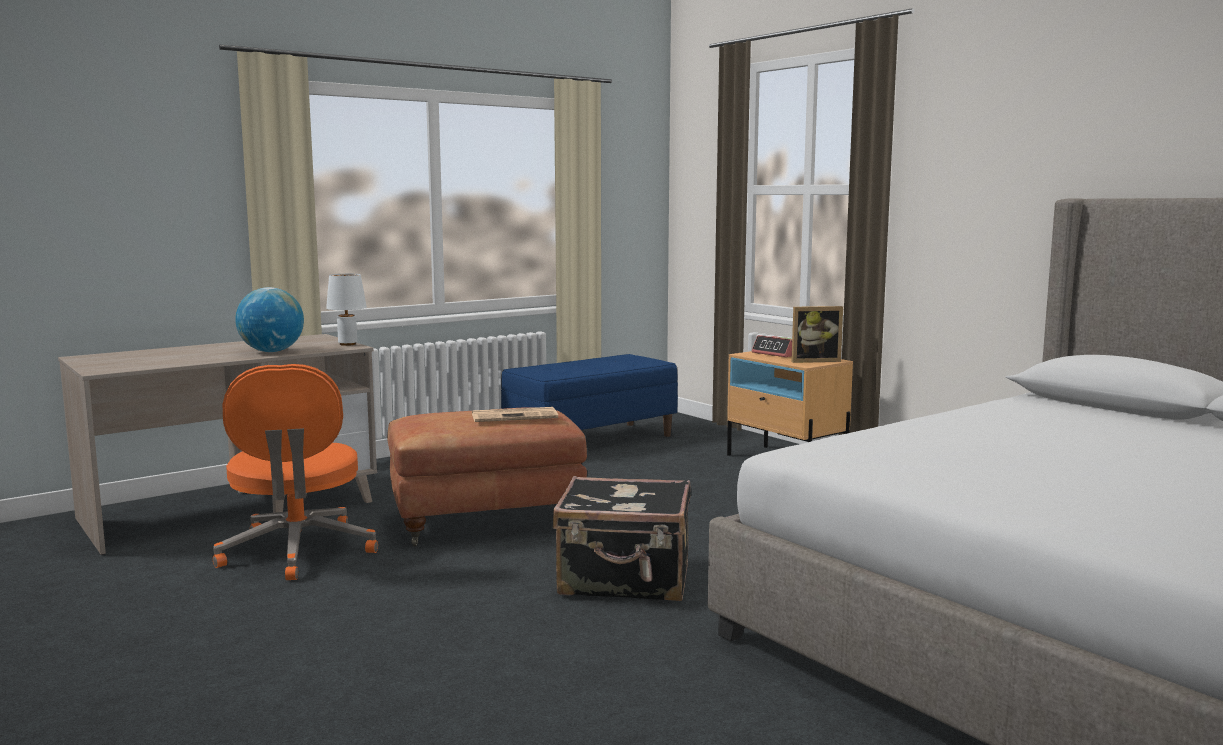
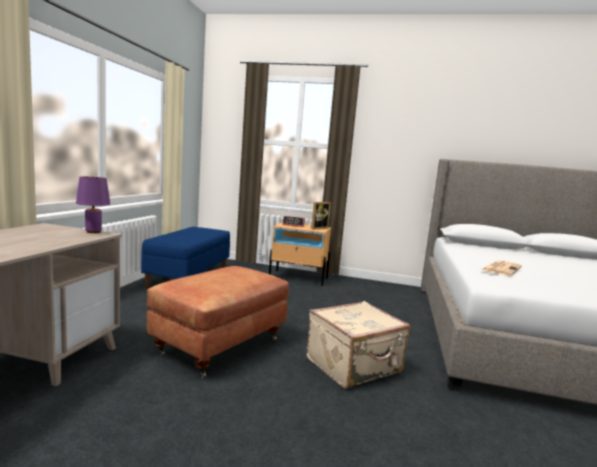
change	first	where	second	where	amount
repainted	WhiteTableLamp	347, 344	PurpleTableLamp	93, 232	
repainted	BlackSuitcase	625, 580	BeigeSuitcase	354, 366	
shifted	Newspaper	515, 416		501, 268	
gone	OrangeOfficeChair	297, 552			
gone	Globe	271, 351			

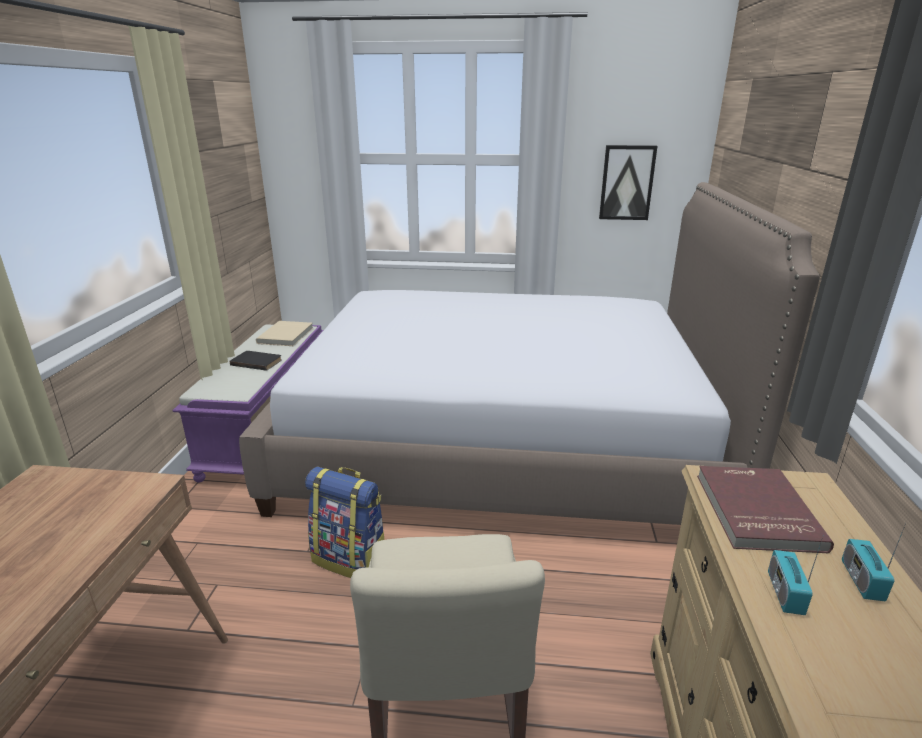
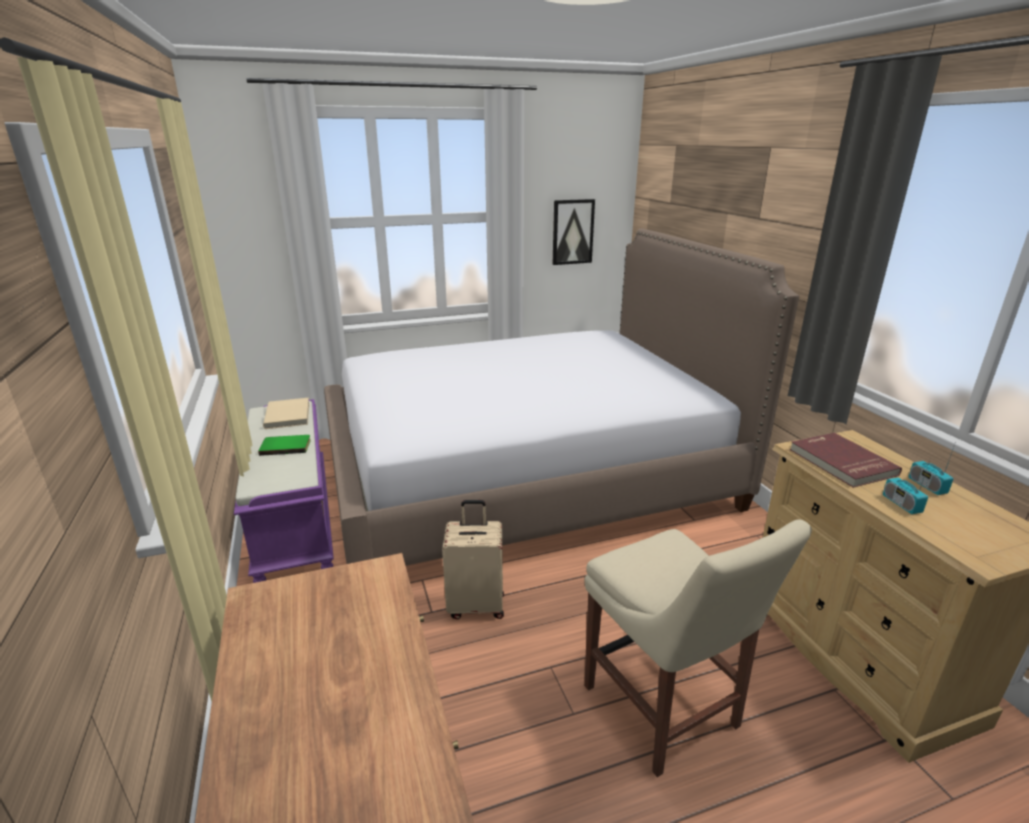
change	first	where	second	where	amount
repainted	BlackBook	257, 362	GreenBook	286, 446	
swapped	Backpack	351, 559	BeigeSuitcase	476, 605	

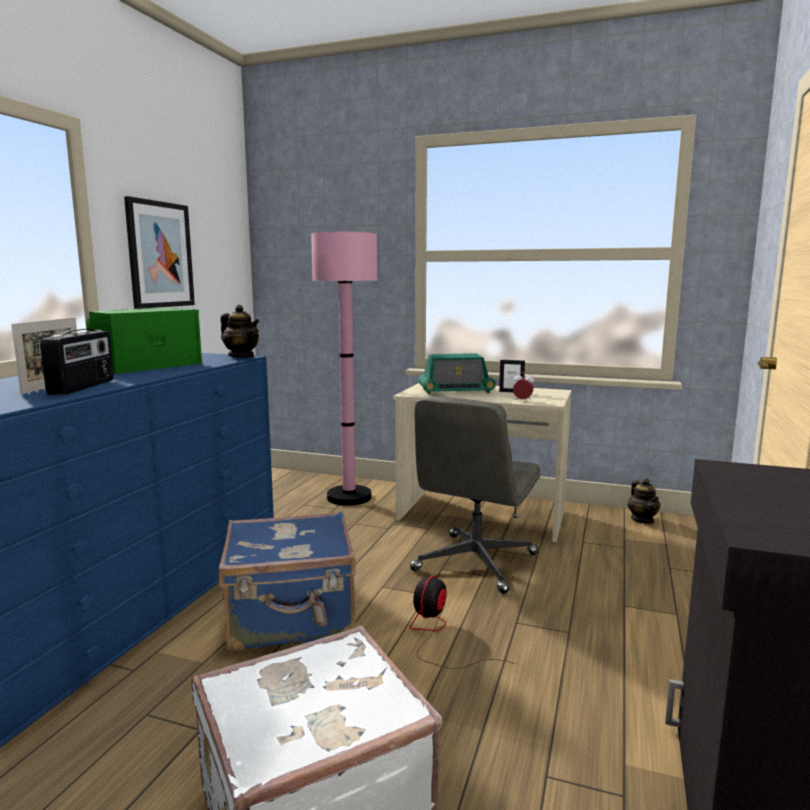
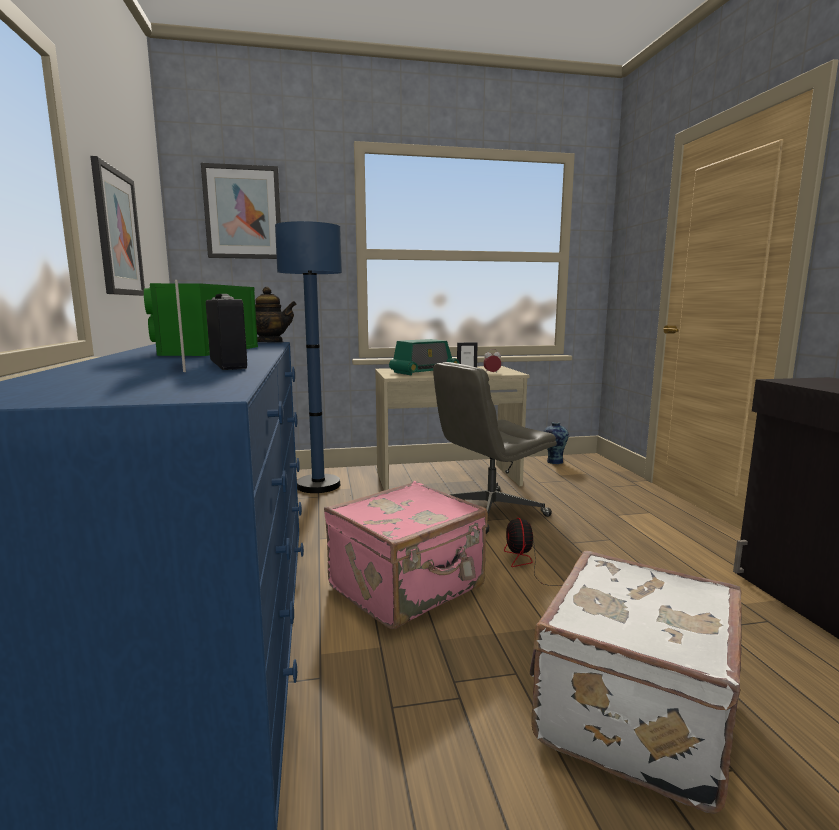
change	first	where	second	where	amount
new			Picture	243, 212	
repainted	PinkFloorLamp	349, 497	BlueFloorLamp	318, 485	
repainted	BlueSuitcase	292, 618	PinkSuitcase	408, 588	
rotated	GreyOfficeChair	475, 563		489, 511	60 degrees clockwise
swapped	Teapot	642, 520	Vase	554, 461	

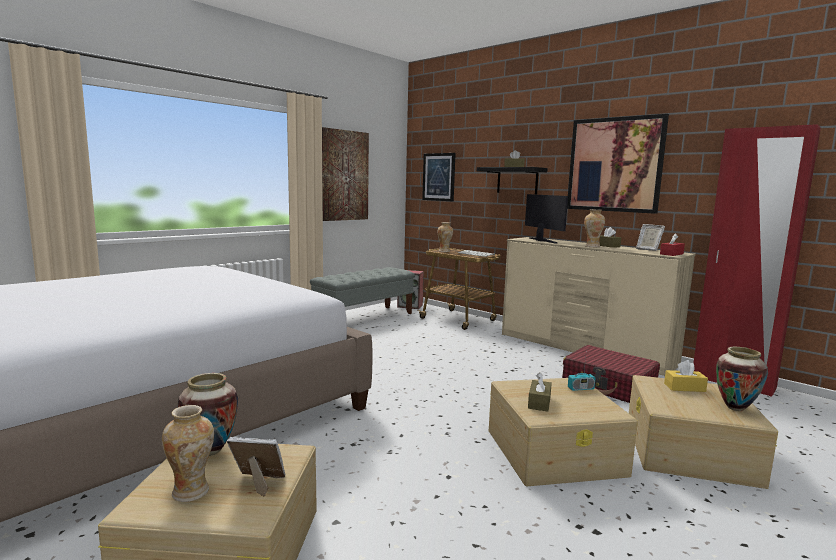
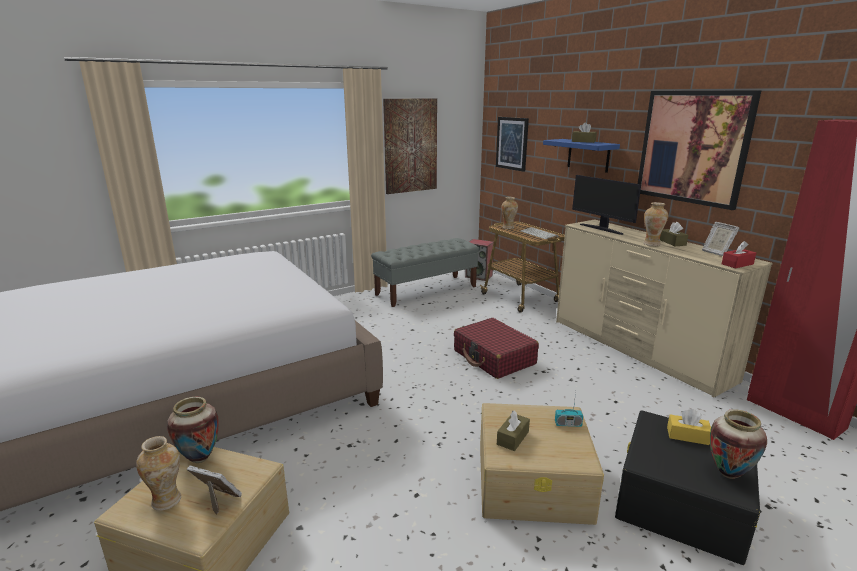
change	first	where	second	where	amount
shifted	RedSuitcase	609, 386		494, 357	
repainted	BlackShelf	517, 180	BlueShelf	588, 155	
rotated	Monitor	541, 240		601, 229	150 degrees clockwise
repainted	BeigeStorageBox	689, 451	BlackStorageBox	680, 502	

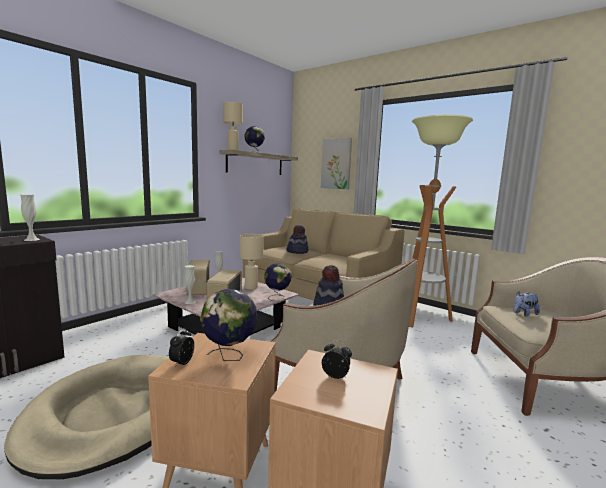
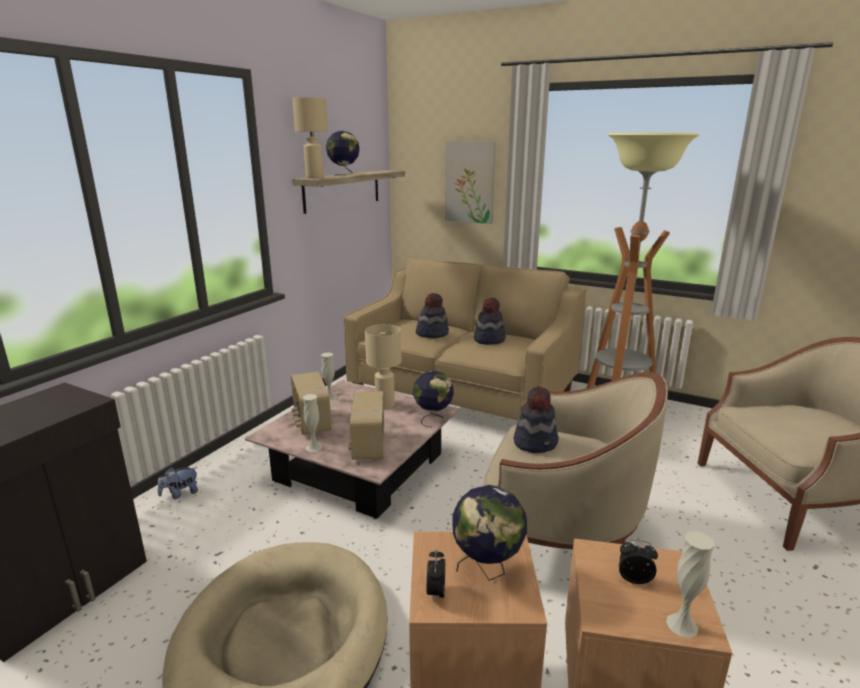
change	first	where	second	where	amount
shifted	PlushToy	524, 314		180, 494	
new			Hat	489, 339	
shifted	WhiteVase	32, 239		682, 625	

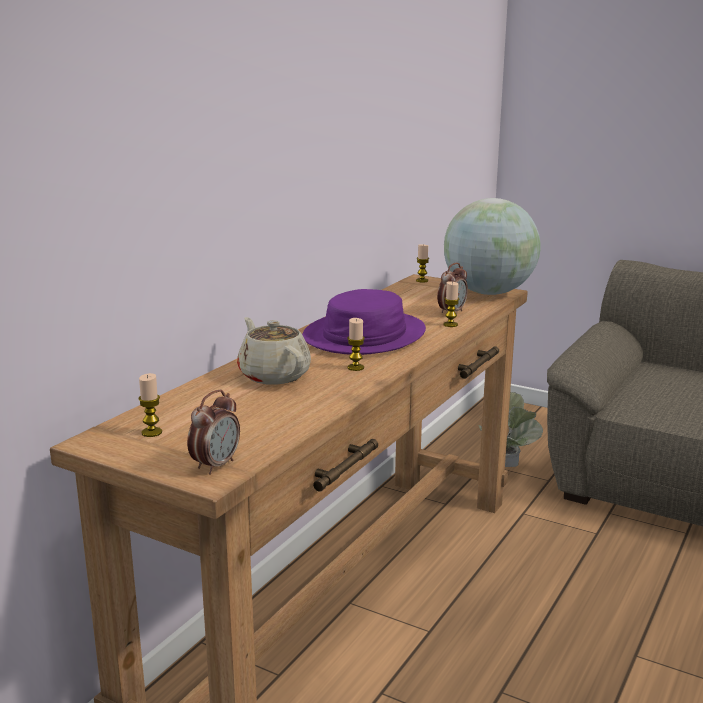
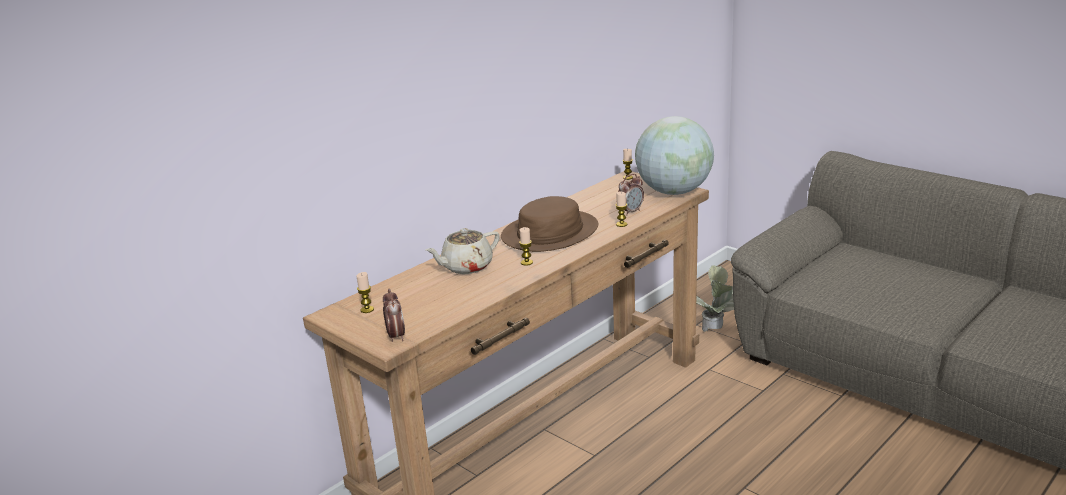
change	first	where	second	where	amount
rotated	AlarmClock	216, 465		396, 336	60 degrees counterclockwise
rotated	BeigeTeapot	273, 375		466, 267	105 degrees counterclockwise
repainted	PurpleHat	365, 335	BrownHat	550, 233	

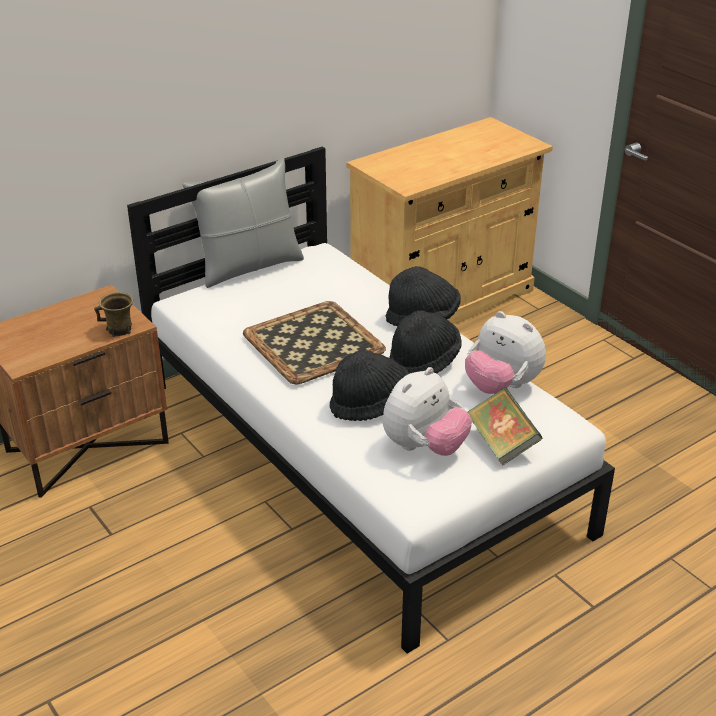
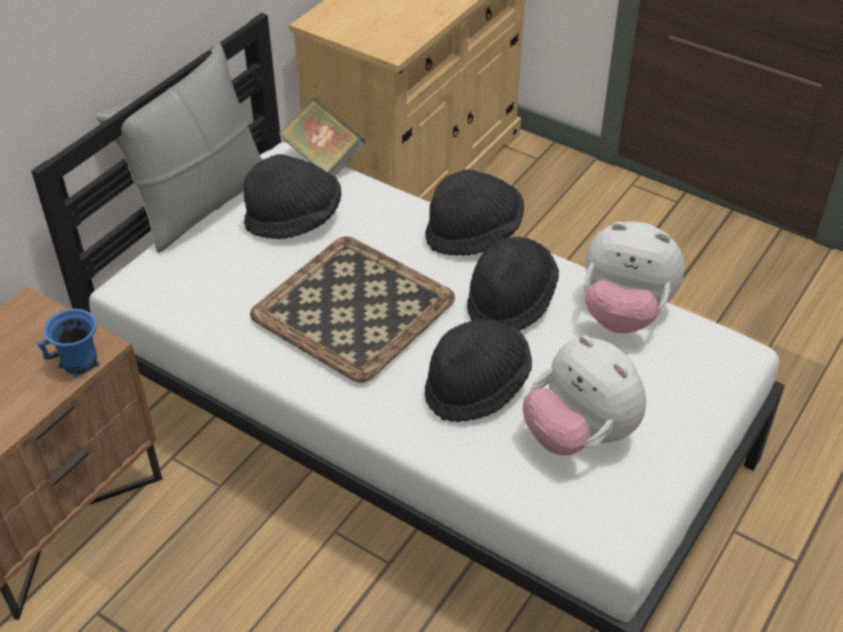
change	first	where	second	where	amount
repainted	BrownMug	119, 330	BlueMug	80, 362	
new			BlackHat	294, 219	
shifted	Book	501, 443		323, 158	
rotated	PlushToy	424, 447		579, 435	120 degrees clockwise

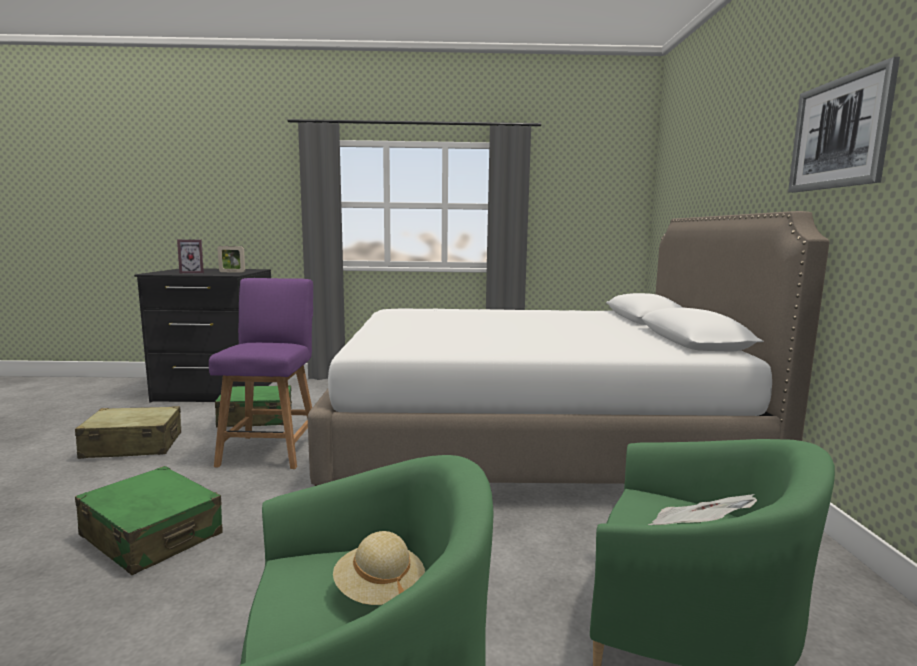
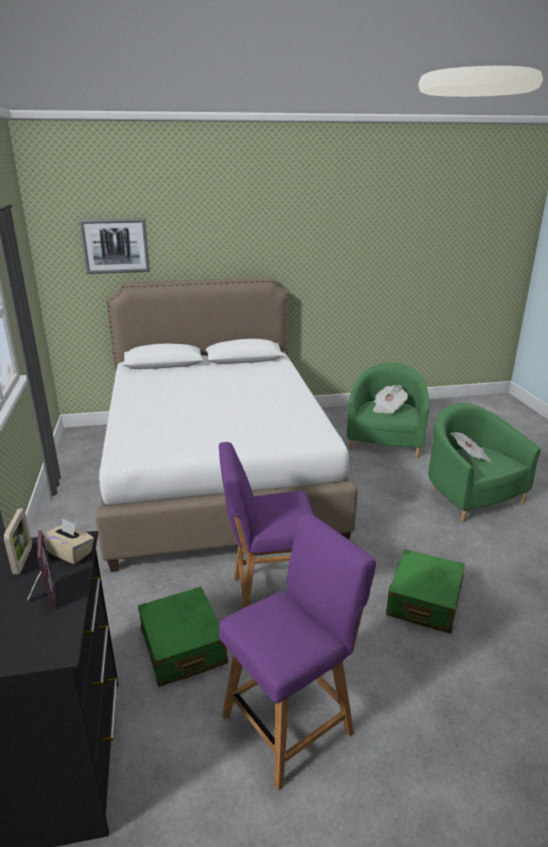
change	first	where	second	where	amount
new			BeigeTissueBox	70, 553	
shifted	Picture	839, 133		115, 246	
swapped	BeigeSuitcase	133, 446	PurpleChair	292, 720	
swapped	BeigeHat	379, 592	Newspaper	469, 456	

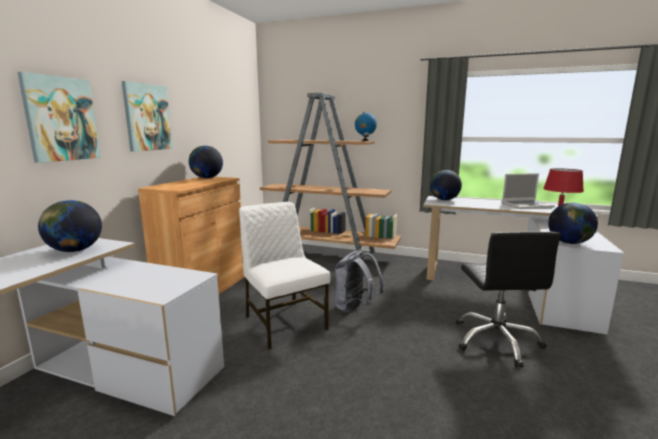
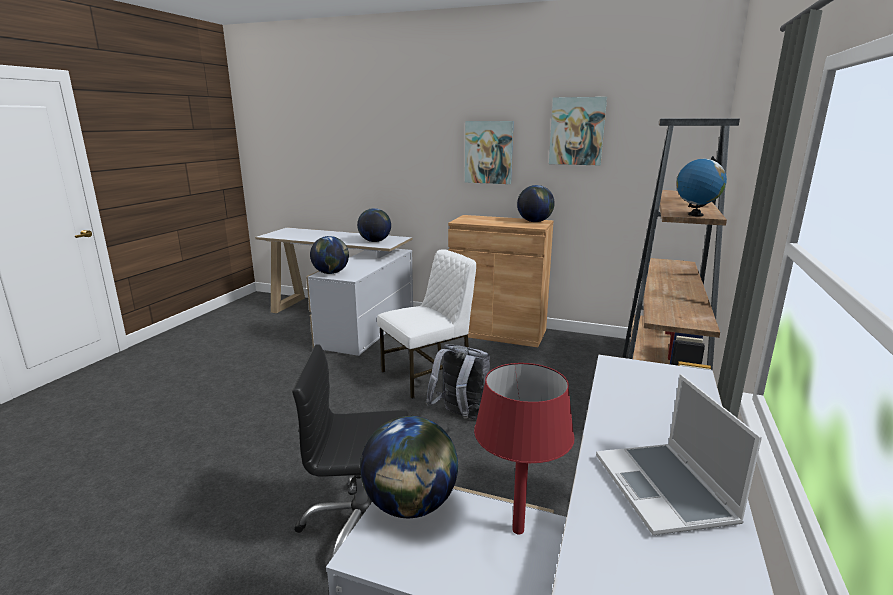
change	first	where	second	where	amount
shifted	Globe	444, 200		331, 273	
shifted	Picture	61, 119		577, 131	

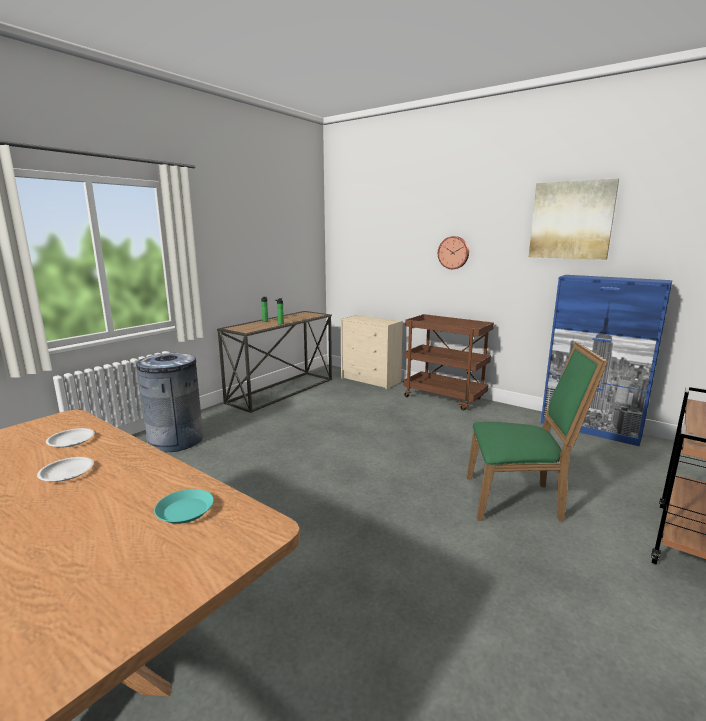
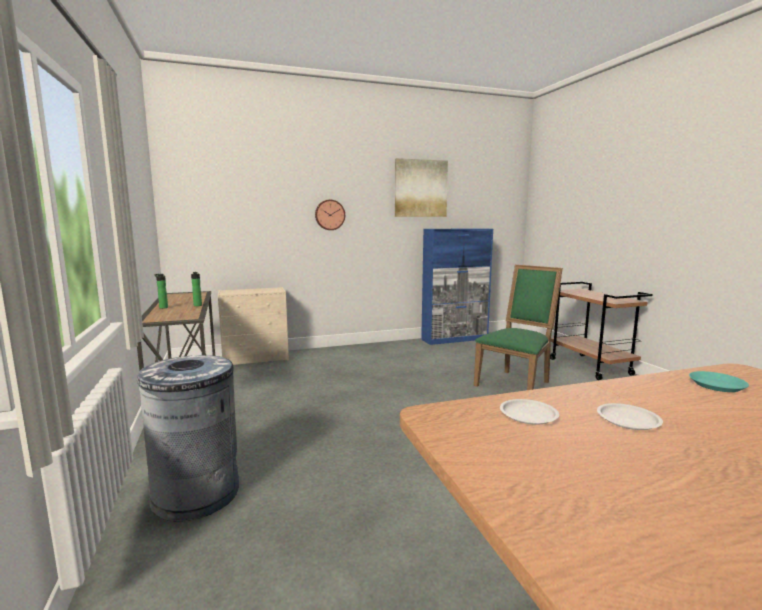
change	first	where	second	where	amount
gone	BrownCart	445, 398			

